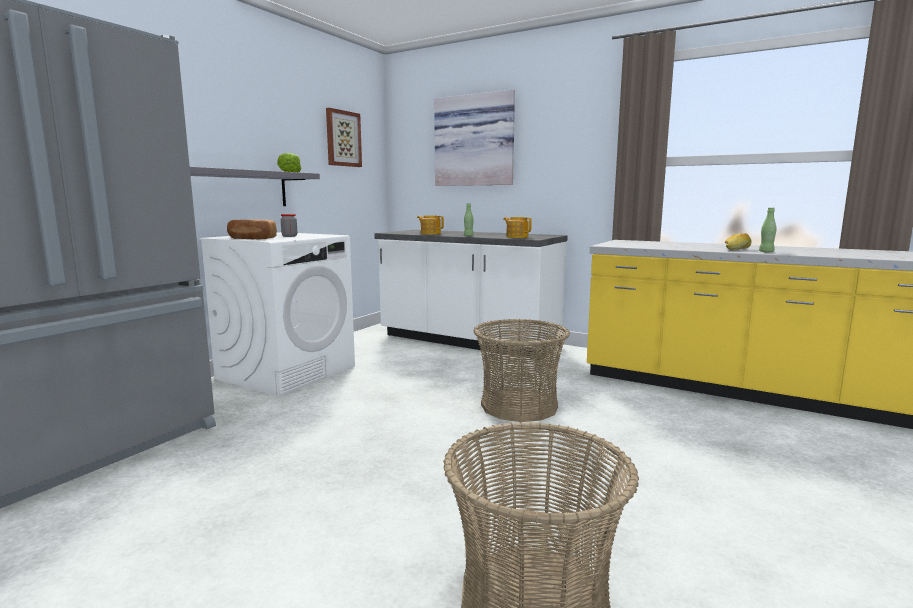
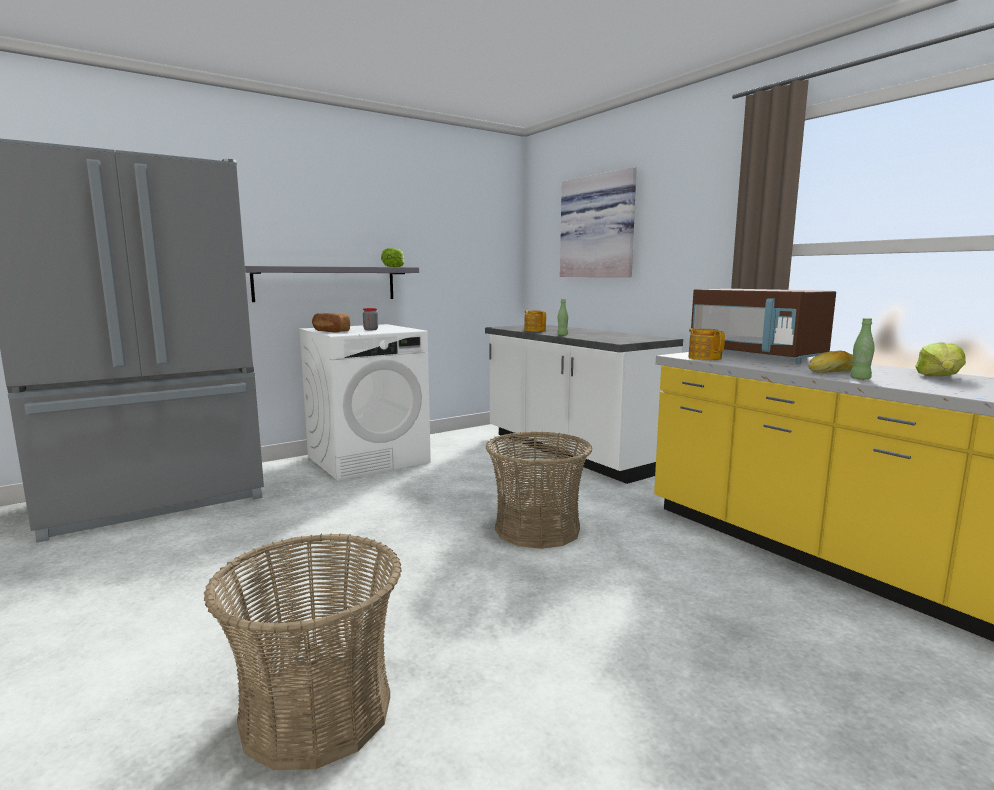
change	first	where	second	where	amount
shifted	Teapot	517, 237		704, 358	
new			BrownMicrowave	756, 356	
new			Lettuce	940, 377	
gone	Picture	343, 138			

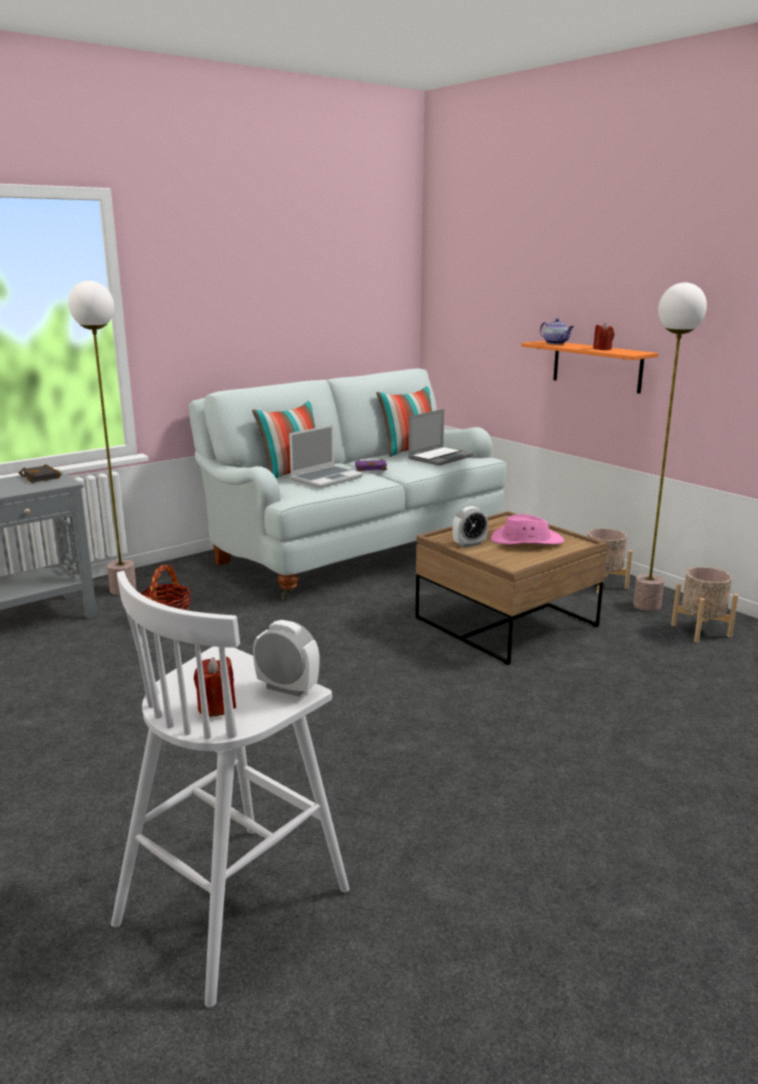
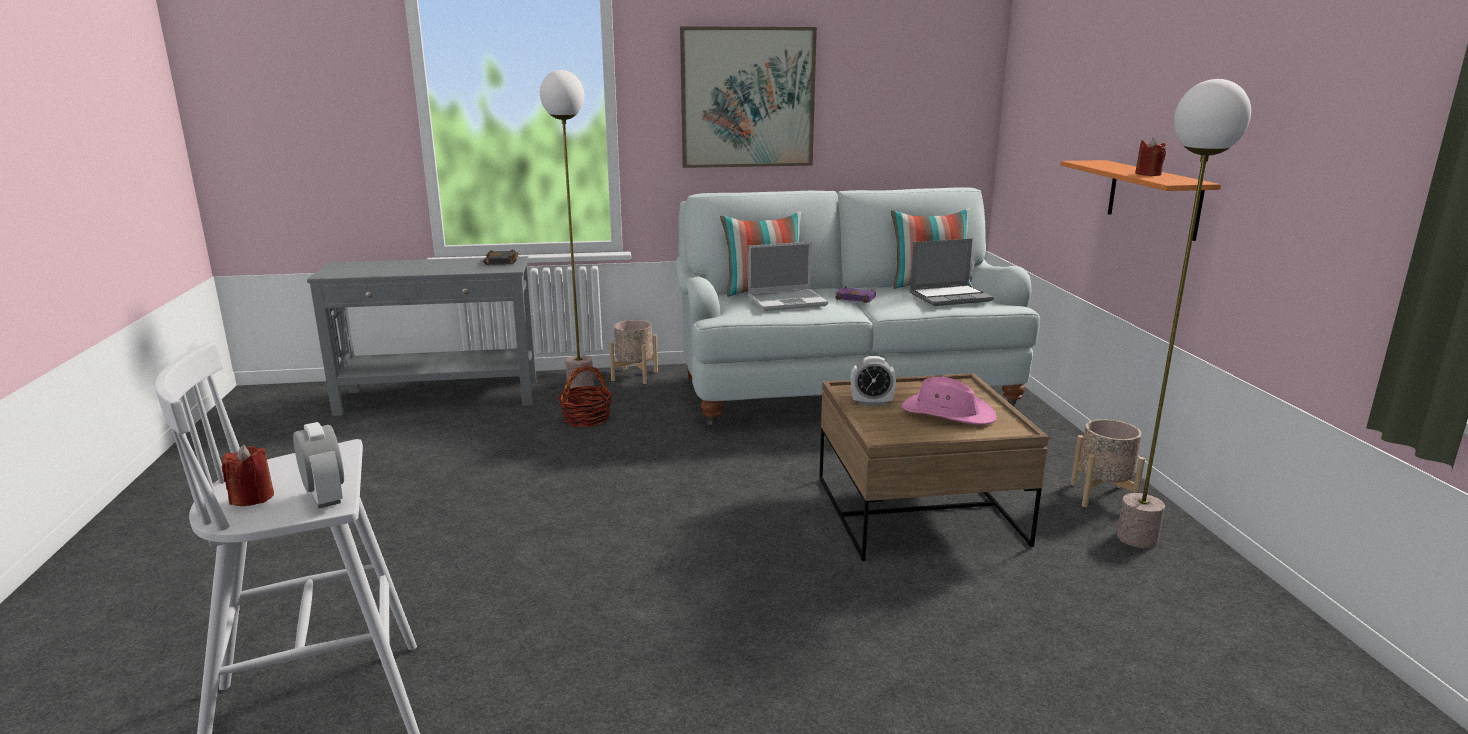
change	first	where	second	where	amount
shifted	BeigePlanter	700, 630		634, 376	
new			Picture	747, 98	
gone	Teapot	556, 343			

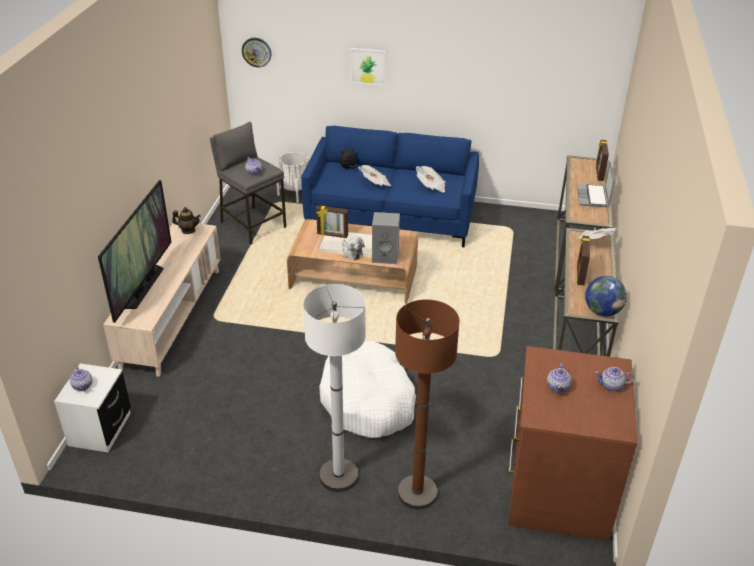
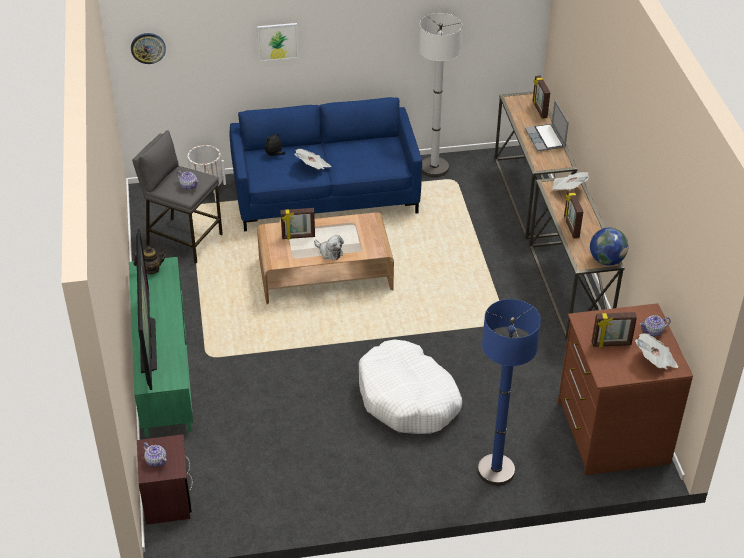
change	first	where	second	where	amount
repainted	BeigeTvStand	172, 317	GreenTvStand	164, 366	
repainted	WhiteNightstand	100, 429	BrownNightstand	167, 499	
shifted	WhiteFloorLamp	339, 476		434, 168	
repainted	BrownFloorLamp	417, 493	BlueFloorLamp	496, 471	
swapped	Teapot	558, 386	PictureFrame	611, 344	
shifted	Newspaper	431, 186		655, 361	
gone	GreySpeaker	386, 256			

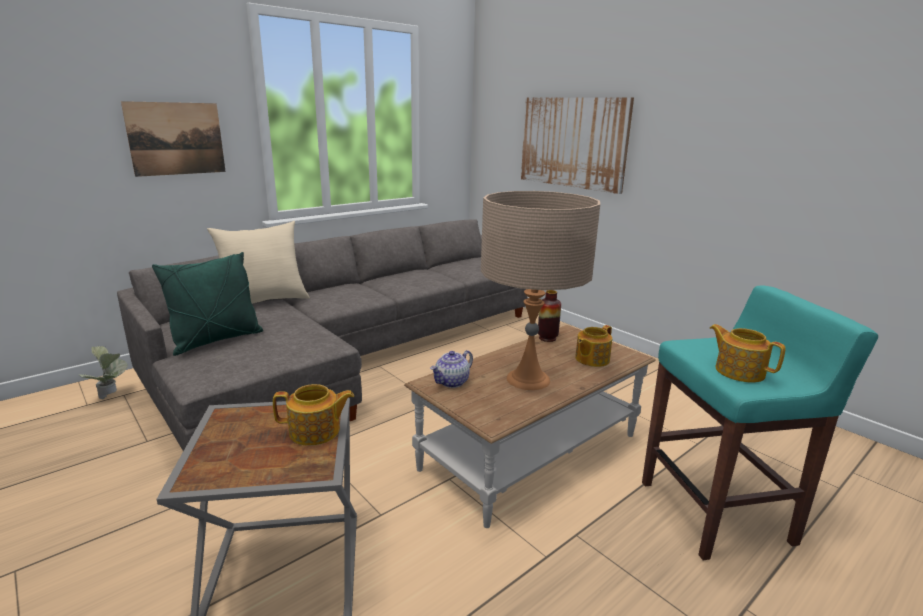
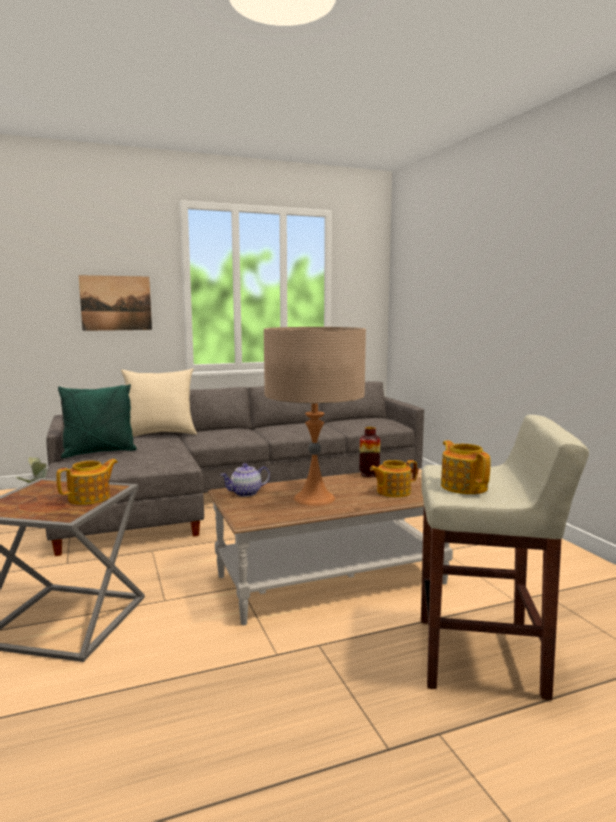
change	first	where	second	where	amount
rotated	Teapot	316, 431		90, 498	60 degrees counterclockwise
repainted	TurquoiseStool	717, 512	BeigeStool	482, 656	
gone	Picture	572, 142			

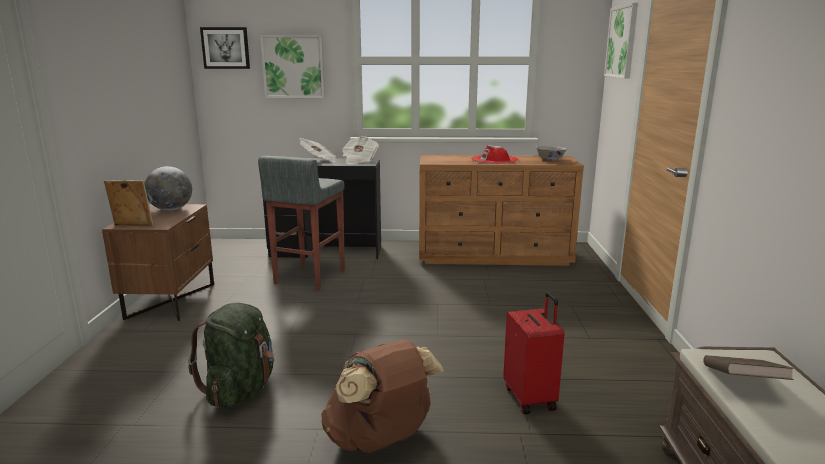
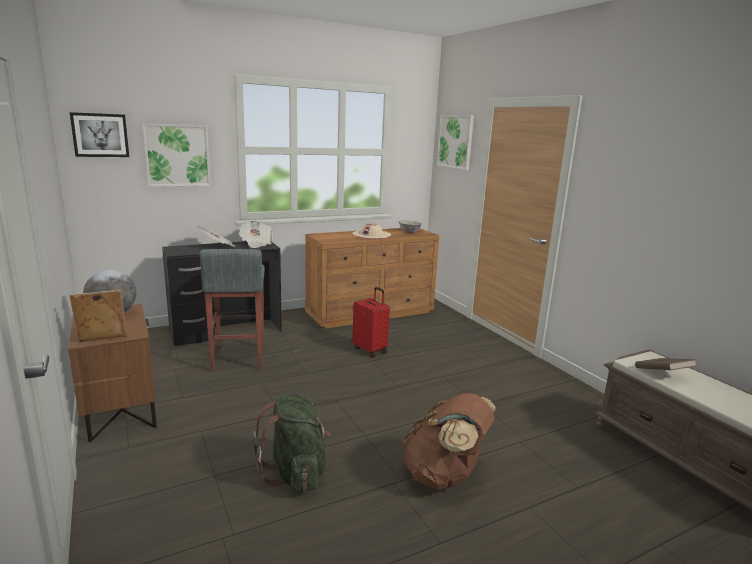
change	first	where	second	where	amount
repainted	RedHat	495, 159	BeigeHat	371, 234	
shifted	RedSuitcase	531, 398		370, 350	

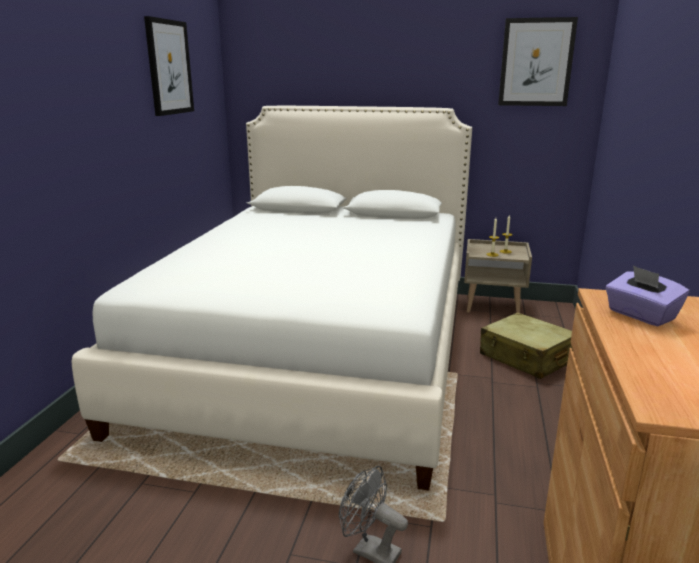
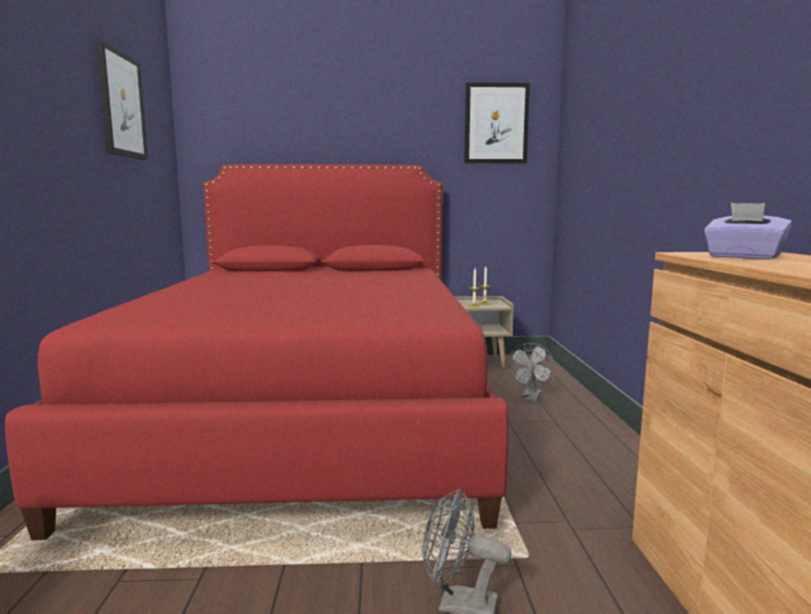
change	first	where	second	where	amount
repainted	WhiteBed	318, 350	RedBed	310, 413	
swapped	BeigeSuitcase	527, 357	GreyFan	530, 398	

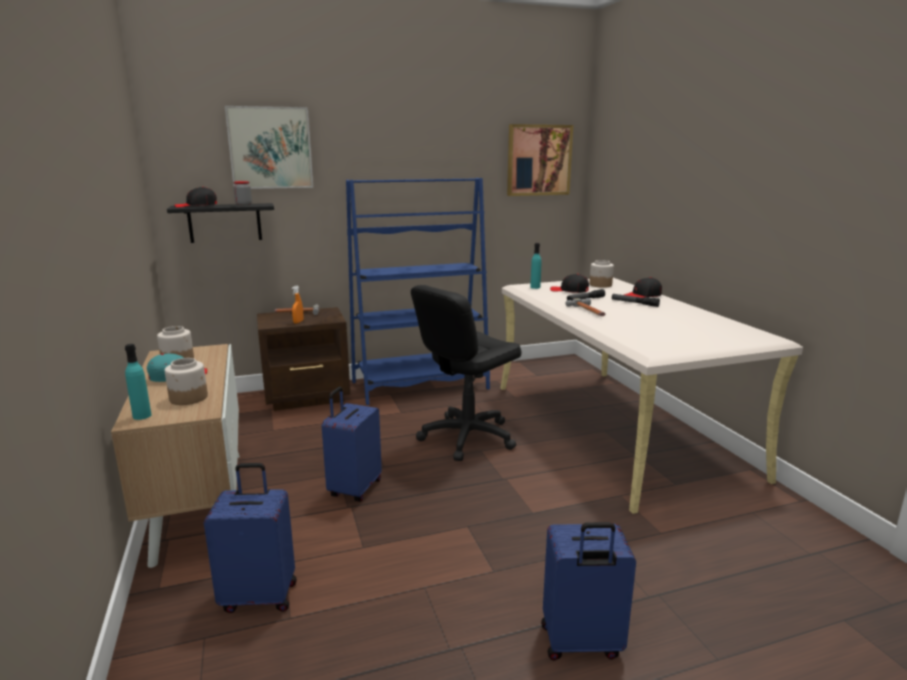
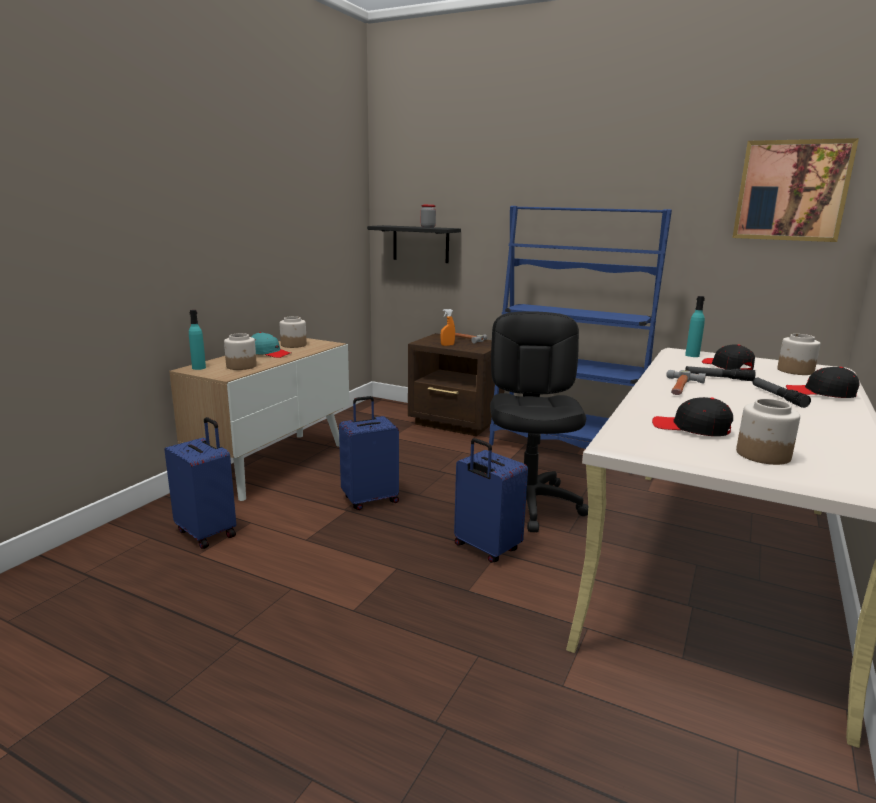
change	first	where	second	where	amount
shifted	BlueSuitcase	581, 643		485, 548	
rotated	BlackOfficeChair	467, 437		528, 504	90 degrees clockwise
shifted	BlackCap	196, 206		691, 428	
new			Jar	762, 455	
gone	Picture	270, 148			

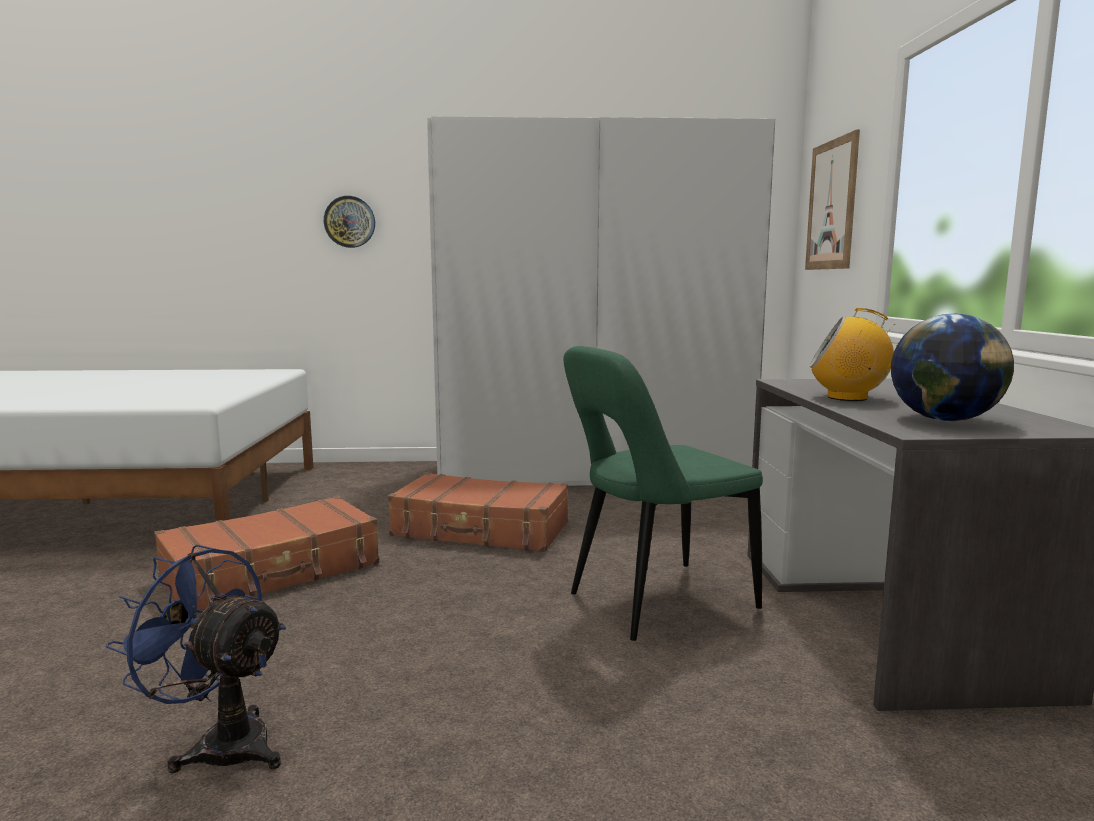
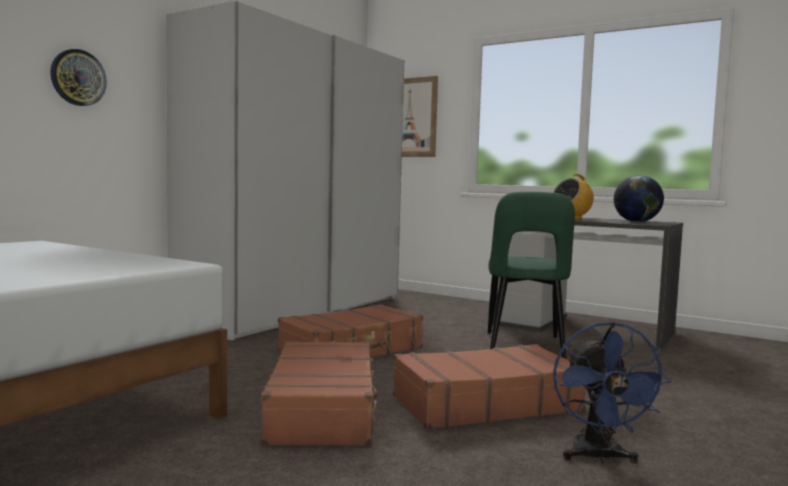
change	first	where	second	where	amount
new			BrownSuitcase	485, 404	
rotated	BlueFan	221, 743		598, 457	60 degrees counterclockwise

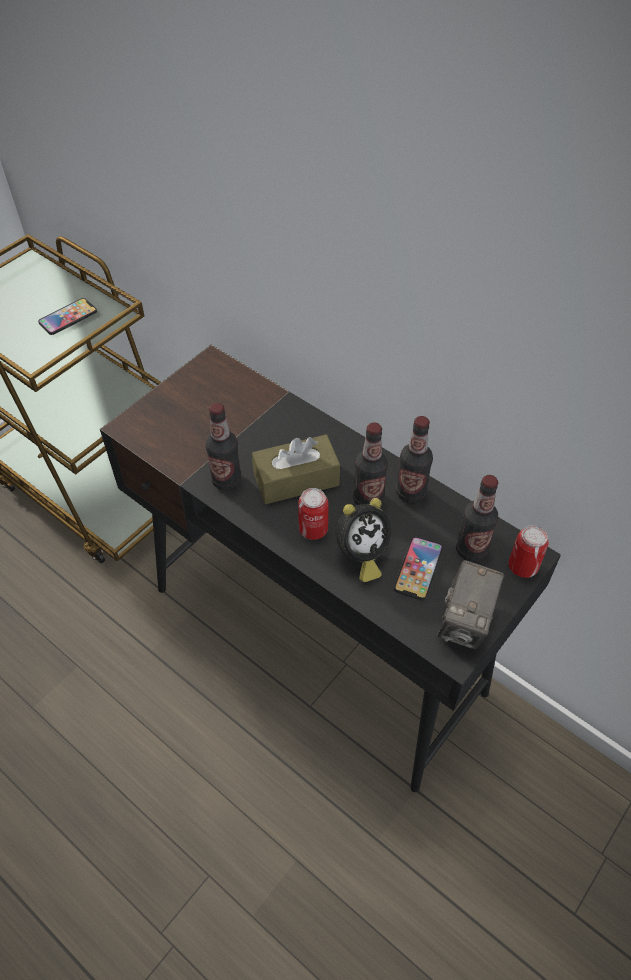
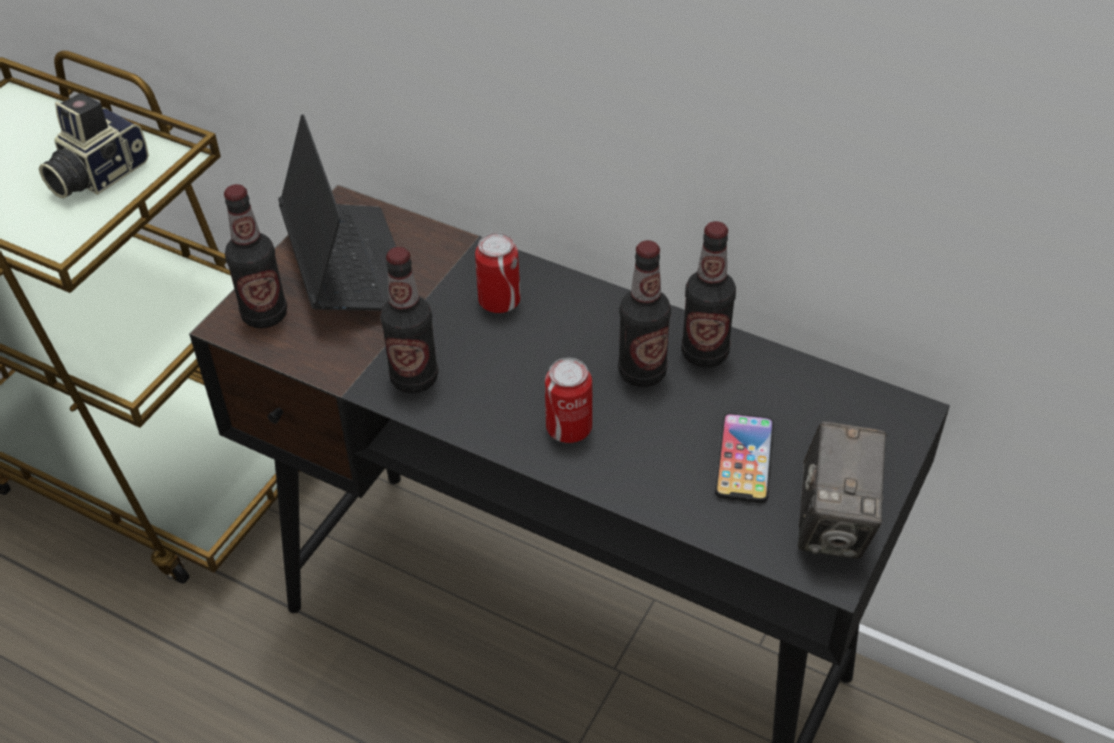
change	first	where	second	where	amount
swapped	Phone	68, 317	PhotoCamera	96, 174	
shifted	Bottle	471, 550		264, 315	
new			Laptop	349, 269	
shifted	Can	522, 566		499, 301	
gone	BrownTissueBox	296, 479			
gone	AlarmClock	360, 555			

